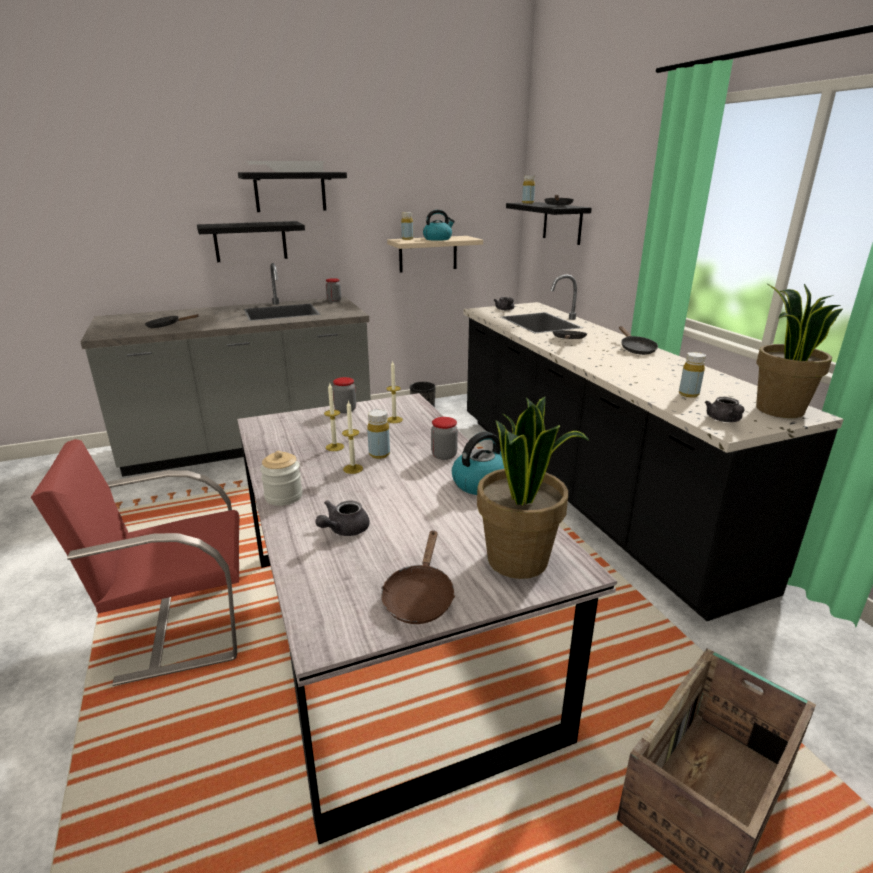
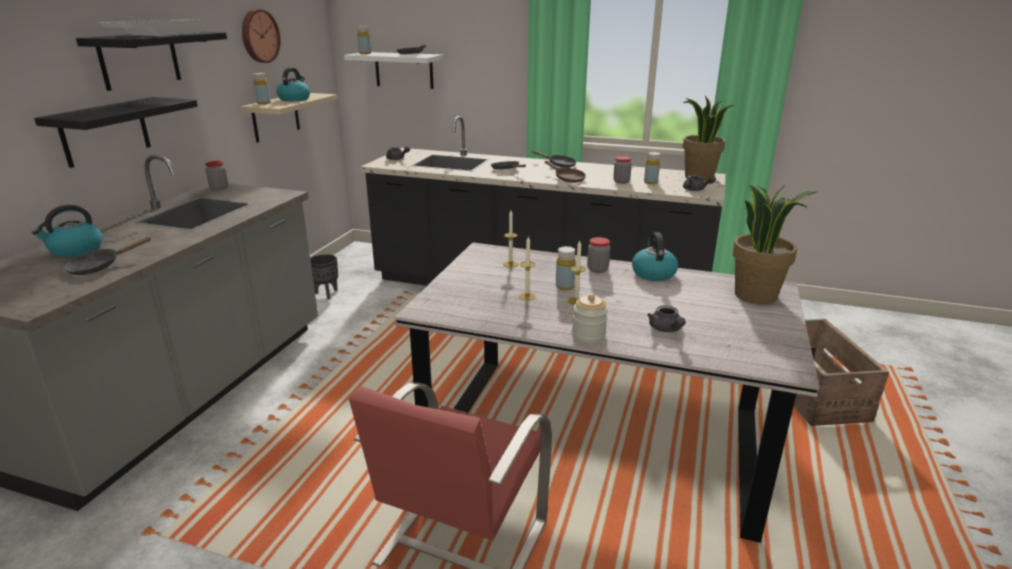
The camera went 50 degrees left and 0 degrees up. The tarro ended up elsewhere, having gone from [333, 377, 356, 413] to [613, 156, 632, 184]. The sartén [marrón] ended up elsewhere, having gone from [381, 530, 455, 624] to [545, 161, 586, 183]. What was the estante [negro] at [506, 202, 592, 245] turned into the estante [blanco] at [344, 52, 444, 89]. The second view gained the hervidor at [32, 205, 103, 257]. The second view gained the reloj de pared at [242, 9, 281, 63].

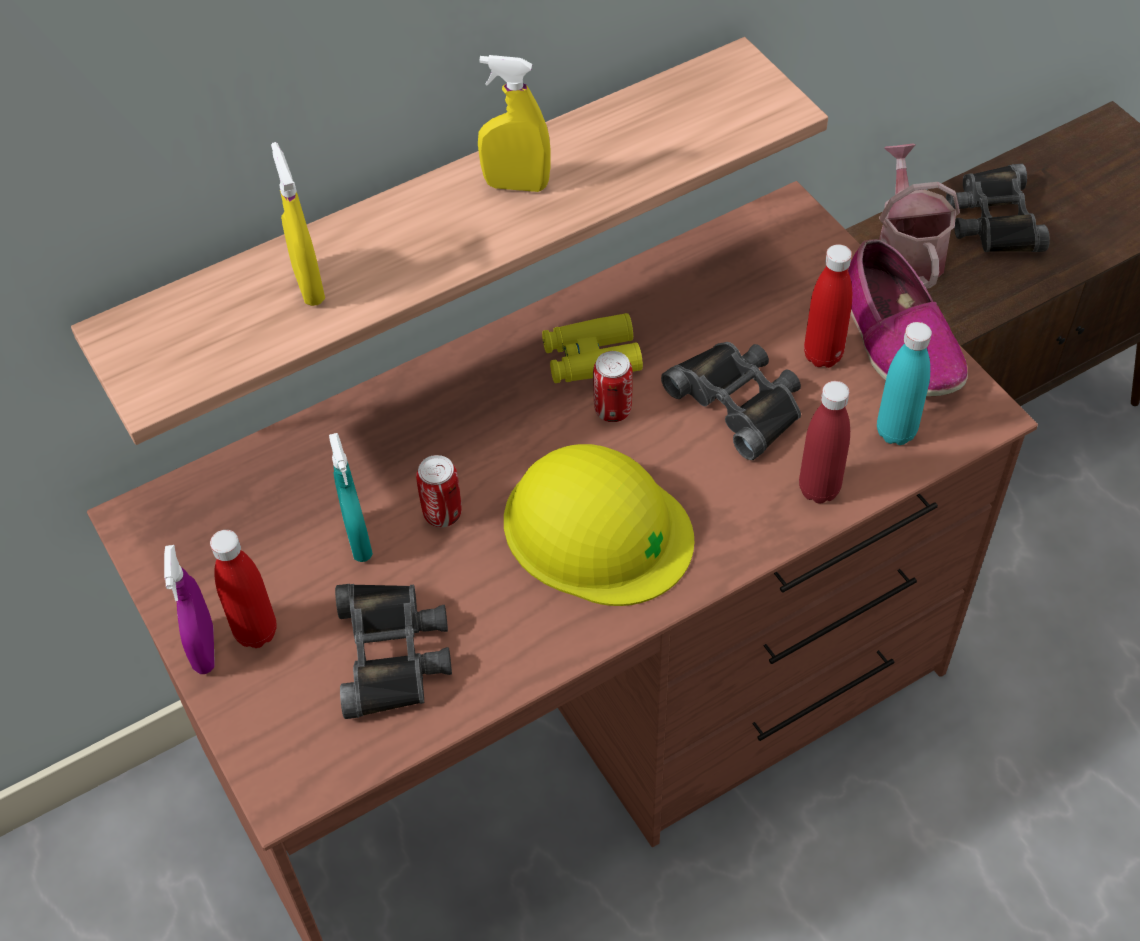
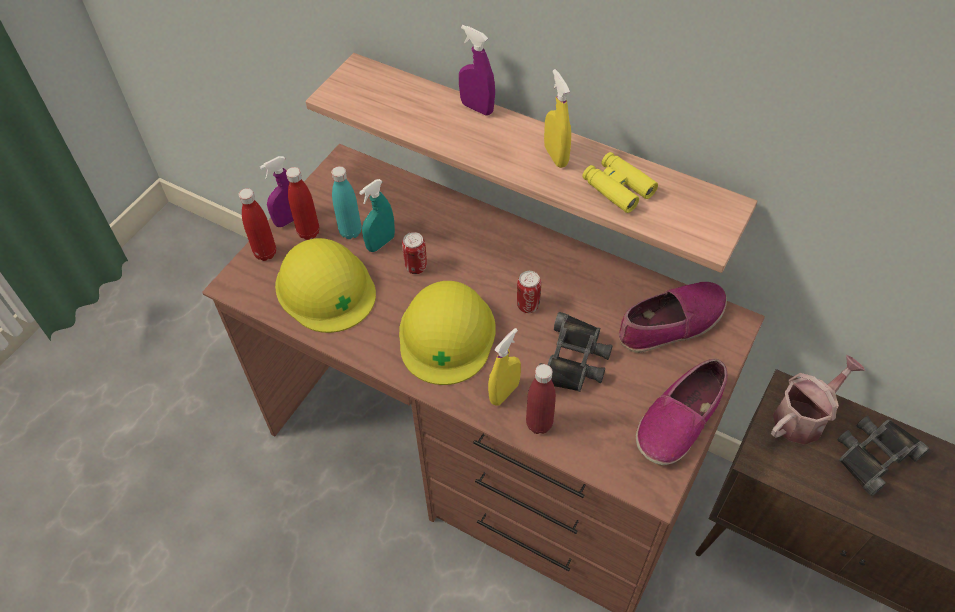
The camera went 60 degrees right and 0 degrees up. The pulverizador [amarillo] ended up elsewhere, having gone from [271, 142, 325, 306] to [488, 328, 521, 405]. Where the prismáticos [negro] stood at [335, 584, 452, 719], the casco [amarillo] came to stand at [275, 238, 376, 333]. The prismáticos [amarillo] ended up elsewhere, having gone from [542, 313, 643, 383] to [582, 152, 658, 213]. The botella [rojo] ended up elsewhere, having gone from [804, 244, 852, 368] to [239, 188, 276, 261]. The botella [turquesa] ended up elsewhere, having gone from [877, 322, 932, 445] to [331, 166, 362, 239]. The second view gained the pulverizador [morado] at [459, 25, 495, 115]. The second view gained the zapato at [619, 282, 727, 353].

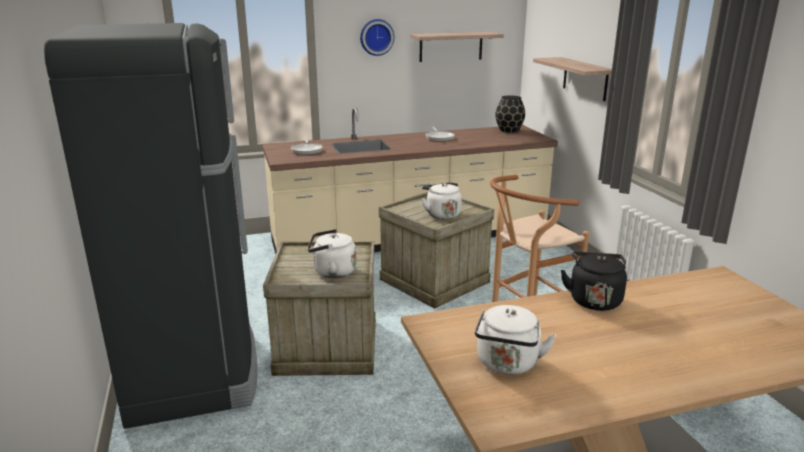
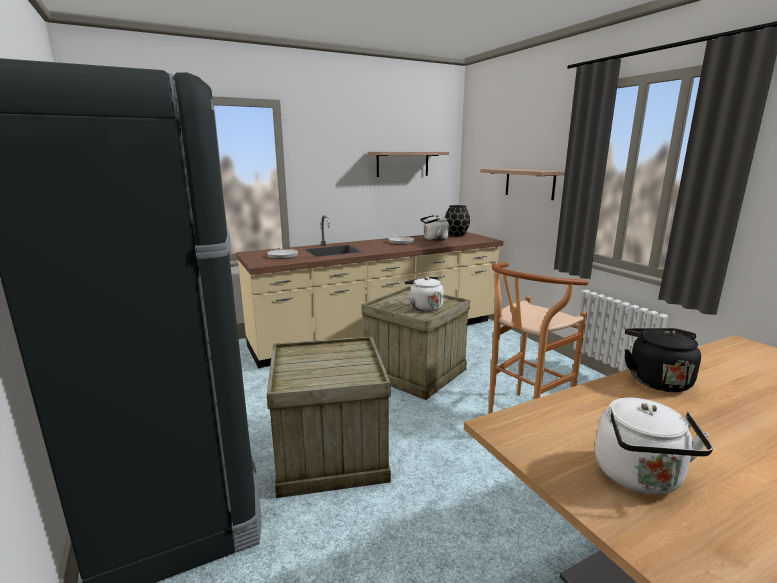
The camera went 10 degrees left and 5 degrees down. The hervidor [blanco] ended up elsewhere, having gone from [308, 229, 356, 278] to [421, 215, 449, 241]. The second view lost the reloj de pared at [360, 19, 394, 56].

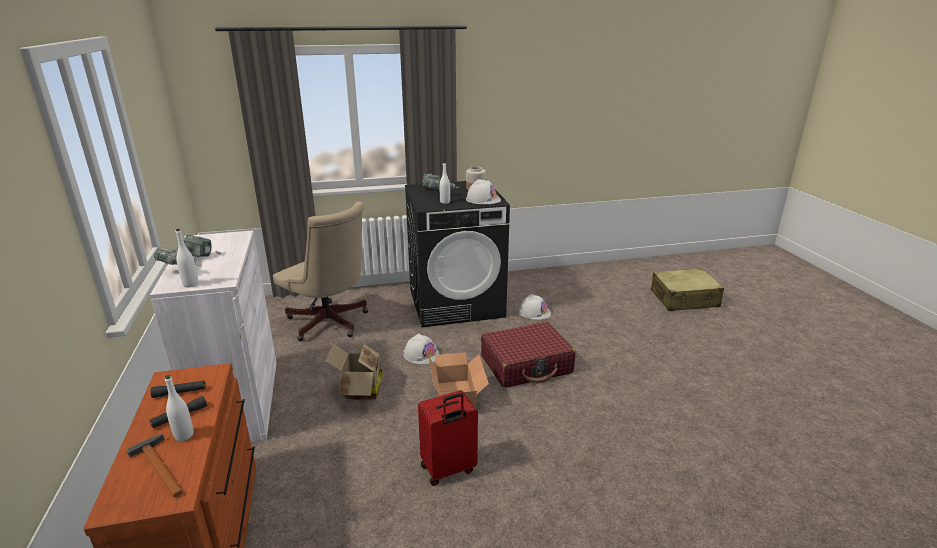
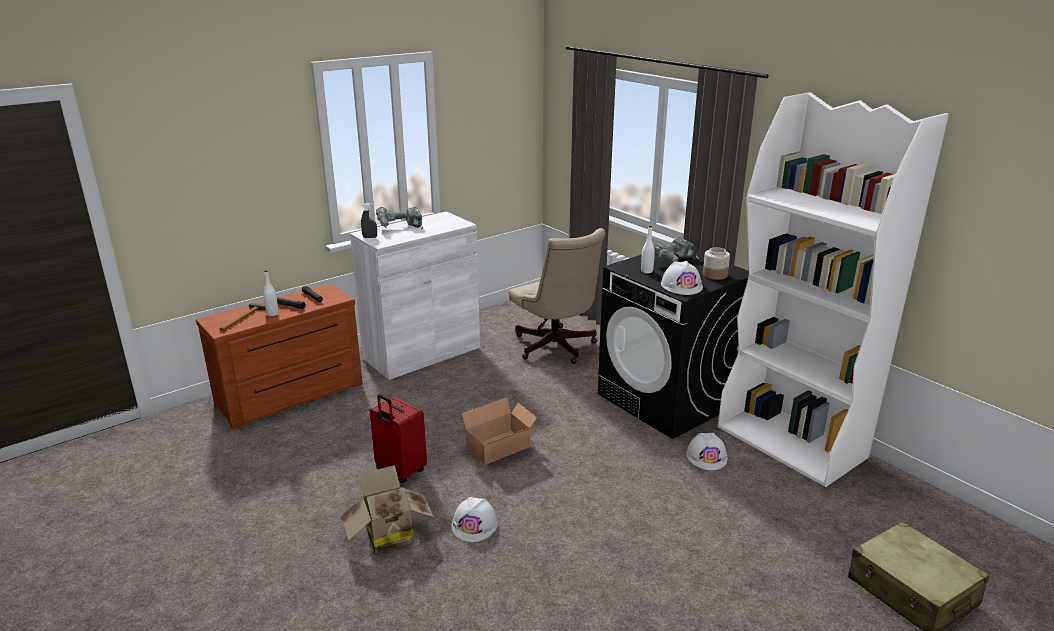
The camera went 65 degrees right and 0 degrees up. Where the botella [blanco] stood at [176, 229, 199, 288], the pulverizador [gris] came to stand at [361, 203, 377, 238]. The silla de oficina [beis] at [273, 201, 368, 341] ended up facing another way, 45 degrees counterclockwise from before. The caja de cartón ended up elsewhere, having gone from [325, 344, 383, 400] to [341, 465, 434, 553]. The casco [blanco] ended up elsewhere, having gone from [404, 334, 439, 364] to [451, 497, 498, 542]. The second view lost the maleta [rojo] at [481, 322, 575, 388]. The second view gained the estantería [blanco] at [718, 92, 949, 487].

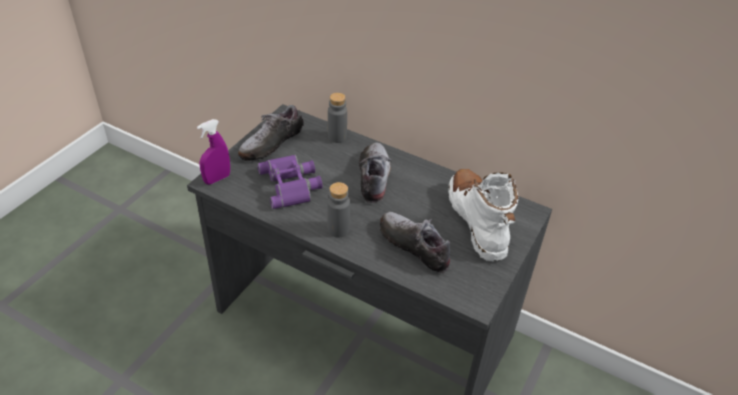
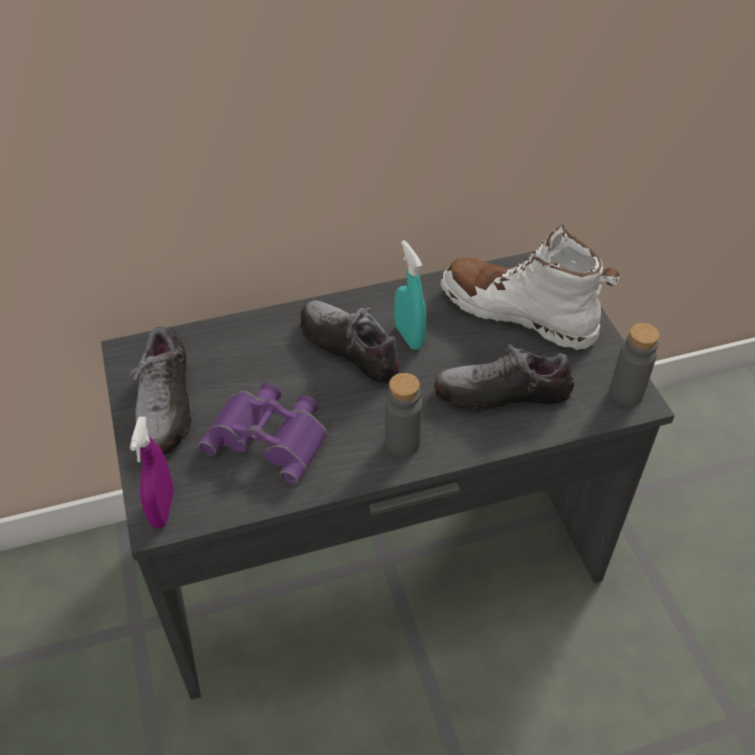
The camera went 45 degrees left and 5 degrees up. The botella [gris] ended up elsewhere, having gone from [328, 93, 347, 143] to [609, 323, 660, 406]. The second view gained the pulverizador [turquesa] at [395, 240, 426, 350].

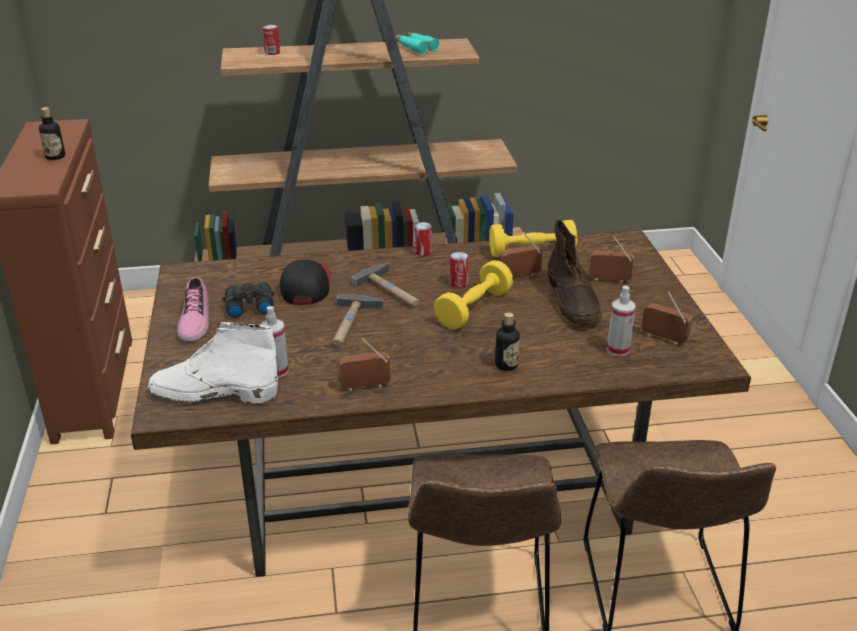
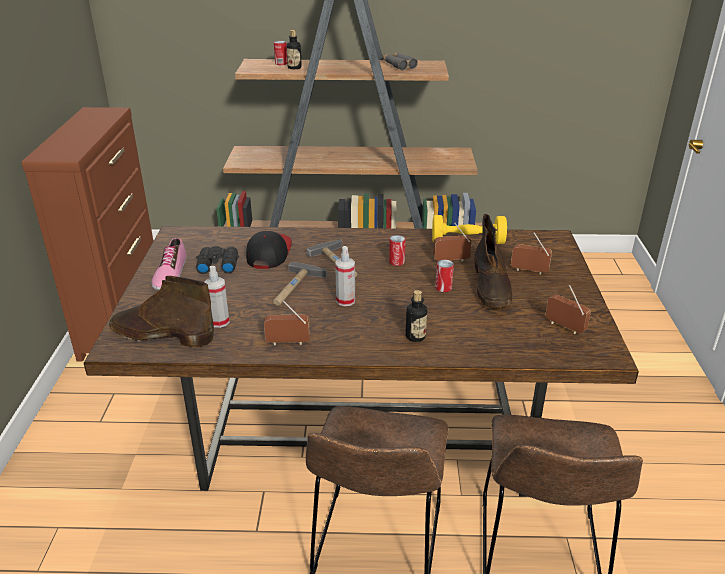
The camera went 10 degrees right and 0 degrees up. The botella ended up elsewhere, having gone from [39, 107, 65, 160] to [286, 30, 302, 69]. What was the bota [blanco] at [148, 322, 278, 403] turned into the bota [marrón] at [109, 276, 214, 347]. What was the prismáticos [turquesa] at [395, 32, 440, 54] turned into the prismáticos [gris] at [382, 53, 418, 71]. The lata ended up elsewhere, having gone from [414, 222, 432, 256] to [435, 259, 454, 292]. The second view lost the mancuerna [amarillo] at [434, 260, 513, 329]. The pulverizador ended up elsewhere, having gone from [607, 285, 636, 357] to [335, 246, 355, 306].

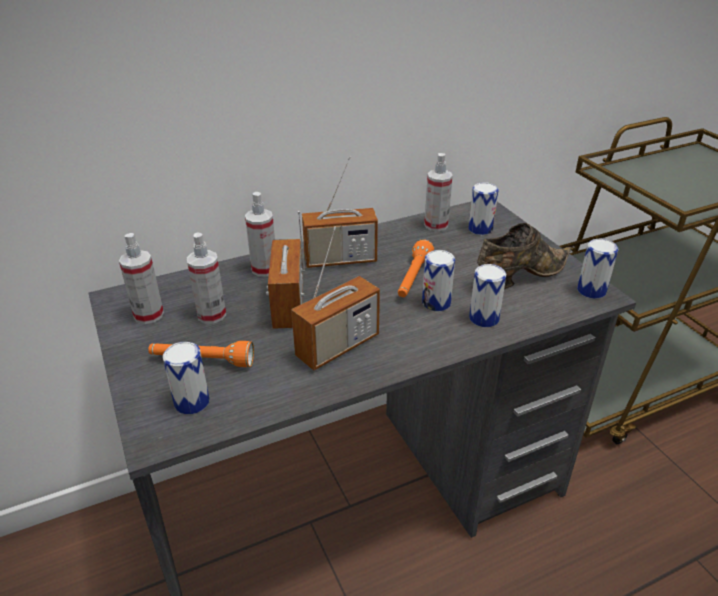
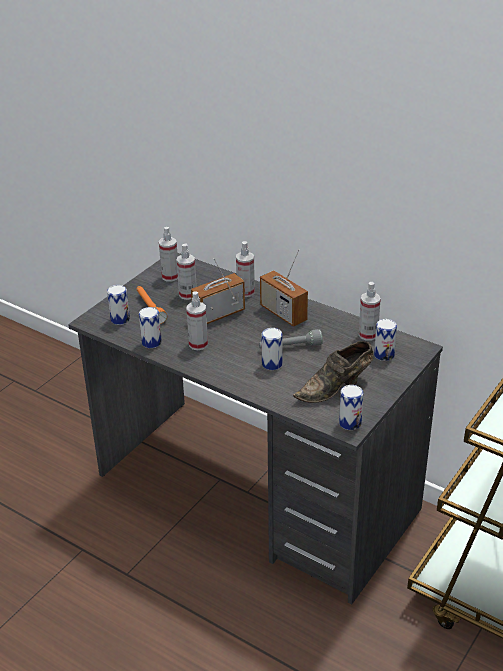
The camera went 60 degrees right and 0 degrees up. Where the radio stood at [291, 226, 380, 370], the pulverizador came to stand at [187, 291, 208, 350]. What was the linterna [naranja] at [398, 239, 434, 297] turned into the linterna [gris] at [259, 329, 323, 349]. The lata ended up elsewhere, having gone from [469, 264, 506, 327] to [139, 307, 162, 348]. The zapato [marrón] at [477, 223, 572, 289] ended up facing another way, 120 degrees clockwise from before.

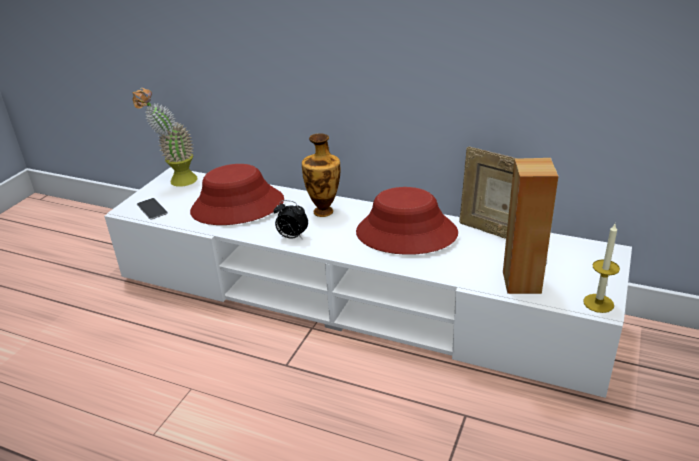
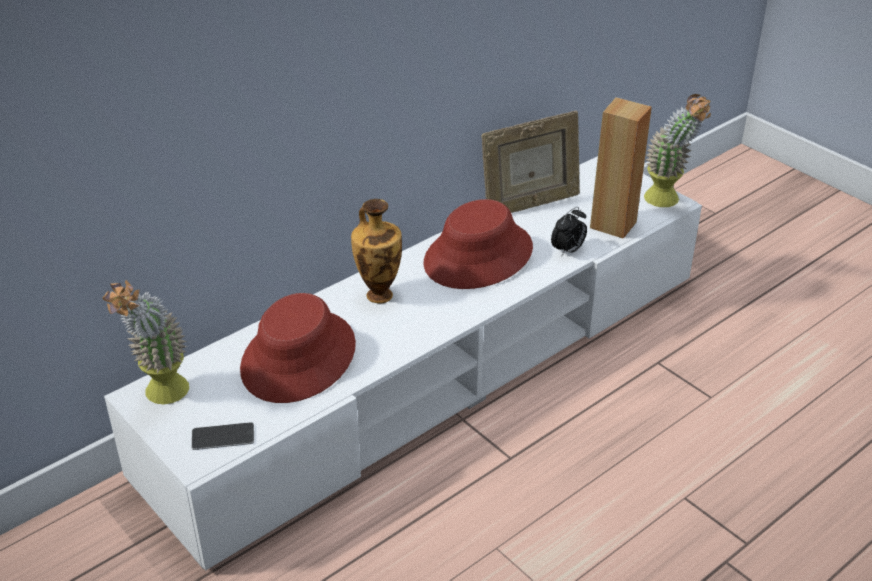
The camera went 65 degrees left and 5 degrees up. The despertador ended up elsewhere, having gone from [274, 200, 308, 239] to [551, 207, 587, 257]. Where the vela stood at [583, 224, 620, 313], the planta en maceta came to stand at [644, 94, 711, 207].

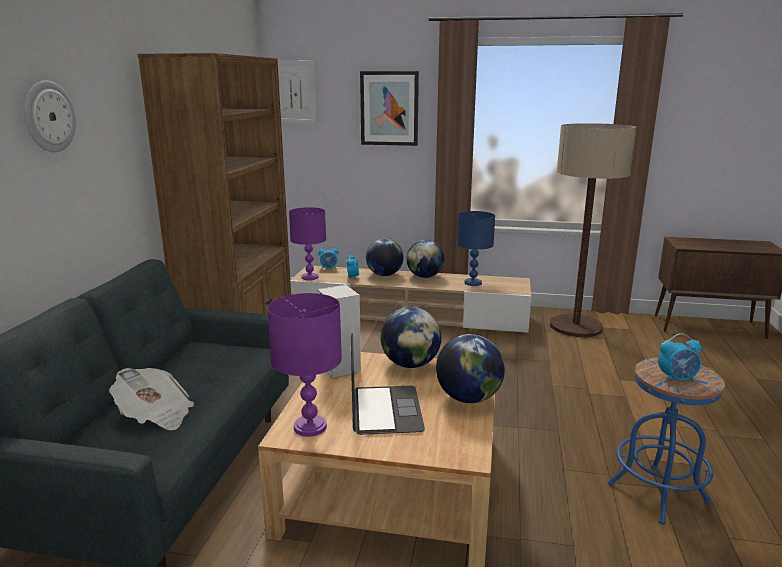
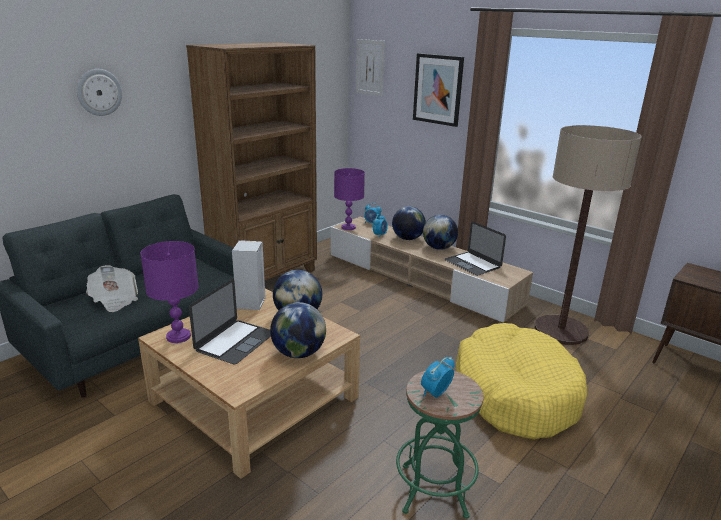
The camera went 30 degrees right and 5 degrees up. Where the lámpara de mesa [azul] stood at [457, 211, 495, 286], the portátil came to stand at [445, 221, 506, 276]. What was the taburete [azul] at [608, 358, 725, 525] turned into the taburete [verde] at [396, 371, 484, 519]. The despertador at [658, 333, 701, 383] ended up facing another way, 105 degrees clockwise from before. The second view gained the cama para perro [amarillo] at [456, 323, 588, 440].

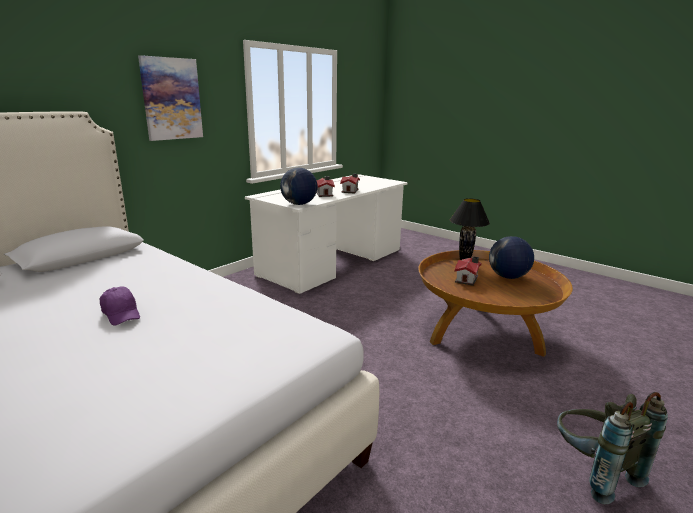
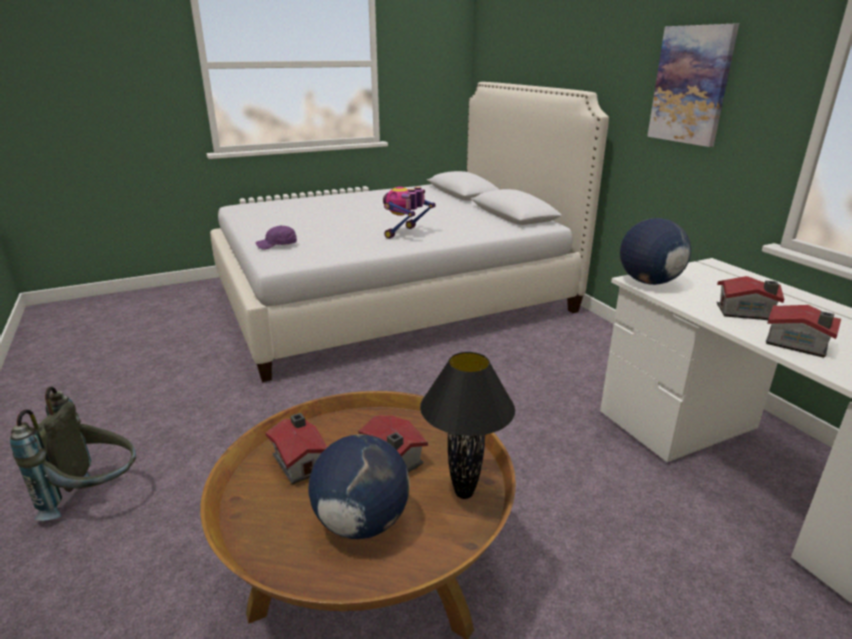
The camera went 115 degrees right and 5 degrees up. The gorra [morado] ended up elsewhere, having gone from [100, 286, 140, 326] to [255, 225, 297, 250]. The second view gained the casita at [266, 413, 327, 485]. The second view gained the robot de juguete at [383, 187, 436, 239].

